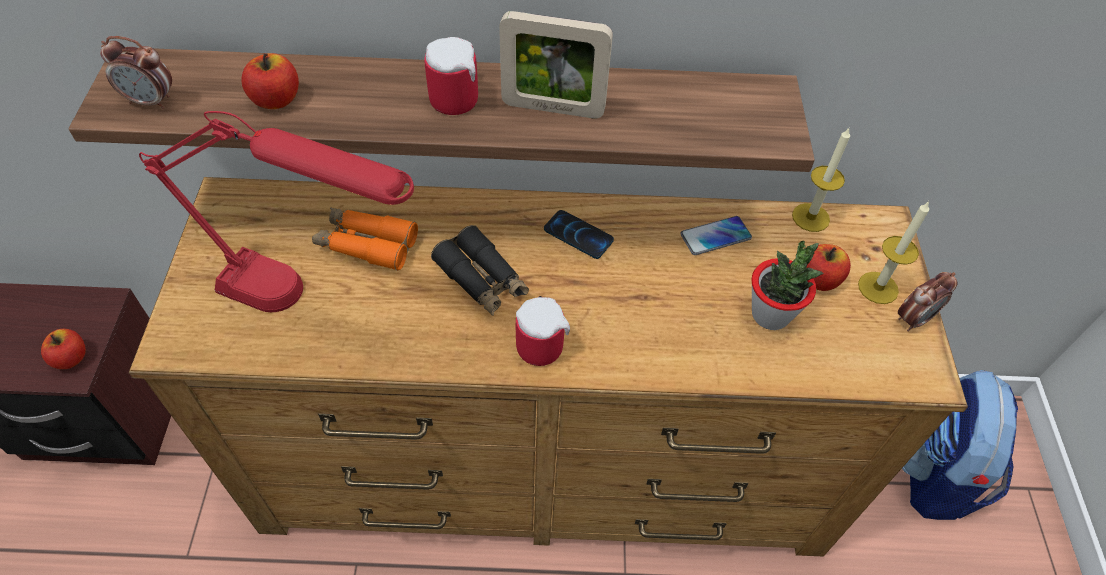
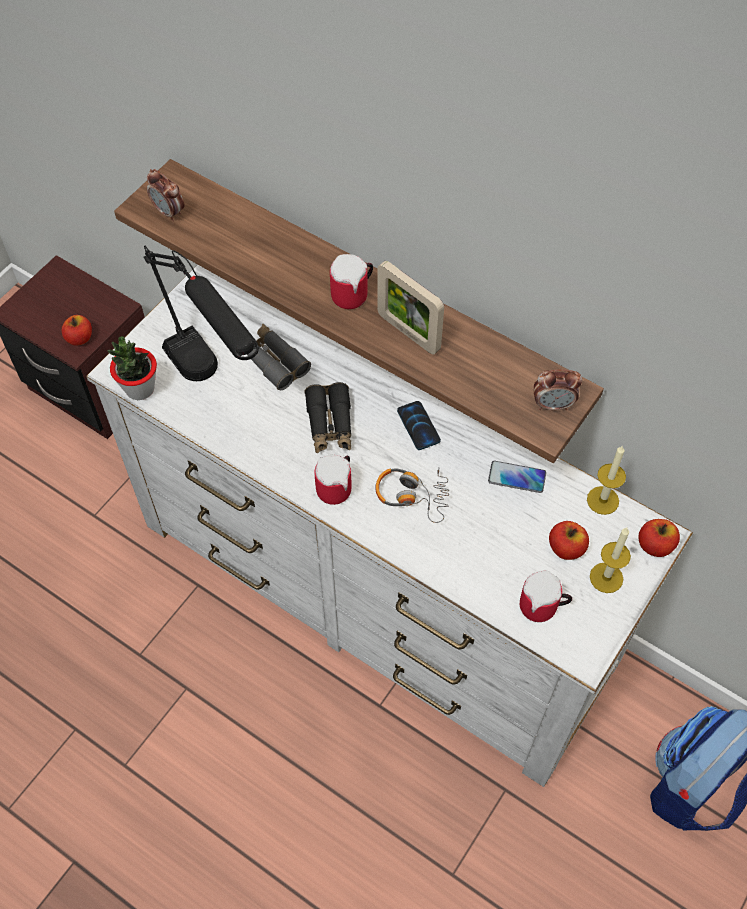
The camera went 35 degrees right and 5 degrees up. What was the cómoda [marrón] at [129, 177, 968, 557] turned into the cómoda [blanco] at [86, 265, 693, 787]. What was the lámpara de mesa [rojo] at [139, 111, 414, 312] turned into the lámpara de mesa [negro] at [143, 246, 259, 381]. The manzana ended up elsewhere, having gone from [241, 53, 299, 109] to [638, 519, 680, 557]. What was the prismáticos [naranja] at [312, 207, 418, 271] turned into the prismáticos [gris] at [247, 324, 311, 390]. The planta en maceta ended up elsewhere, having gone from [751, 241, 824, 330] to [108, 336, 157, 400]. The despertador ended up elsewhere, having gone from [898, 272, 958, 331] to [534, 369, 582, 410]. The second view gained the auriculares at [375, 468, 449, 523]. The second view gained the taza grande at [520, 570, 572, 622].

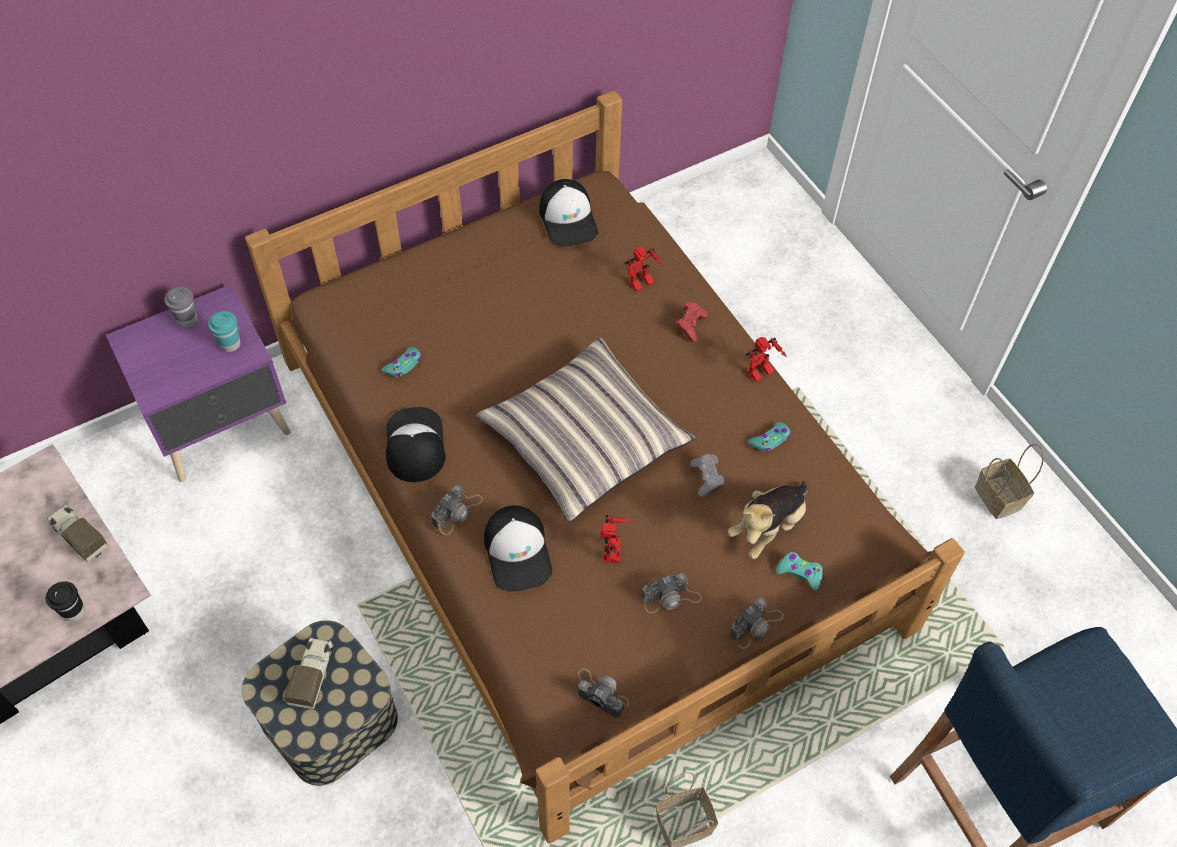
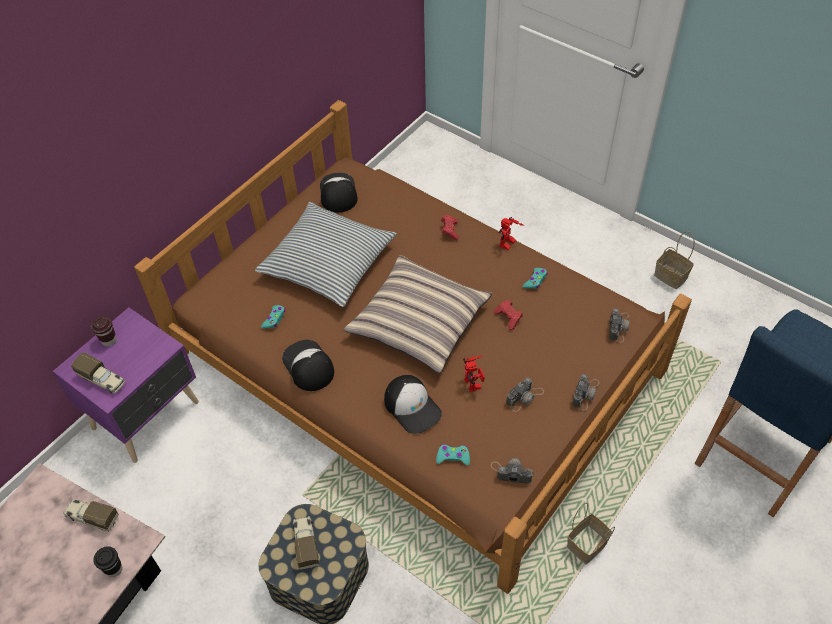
The camera went 20 degrees left and 5 degrees down. What was the taza [gris] at [164, 287, 198, 327] turned into the taza [marrón] at [91, 316, 116, 346]. The second view lost the taza [turquesa] at [208, 311, 241, 352]. The cámara ended up elsewhere, having gone from [431, 485, 483, 535] to [609, 308, 629, 343]. The gorra at [539, 179, 598, 247] ended up facing another way, 150 degrees counterclockwise from before. The second view lost the robot de juguete at [625, 247, 664, 292]. What was the mando de consola [gris] at [690, 454, 725, 498] turned into the mando de consola [rojo] at [494, 300, 523, 330]. The second view lost the peluche at [728, 481, 808, 559]. The mando de consola [turquesa] ended up elsewhere, having gone from [776, 551, 823, 591] to [436, 444, 470, 465]. The second view gained the camión de juguete at [71, 352, 125, 394]. The second view gained the cojín at [255, 202, 397, 307].

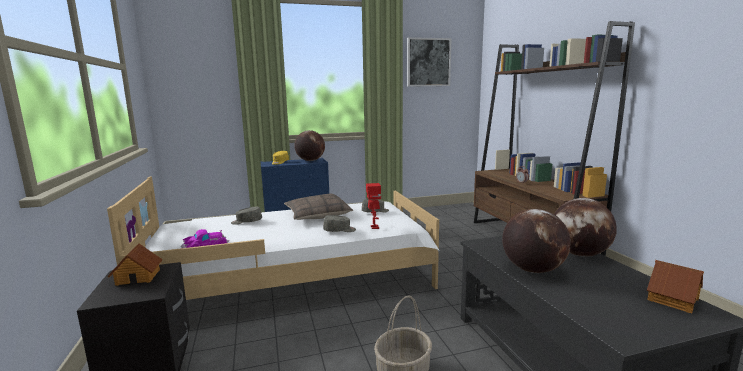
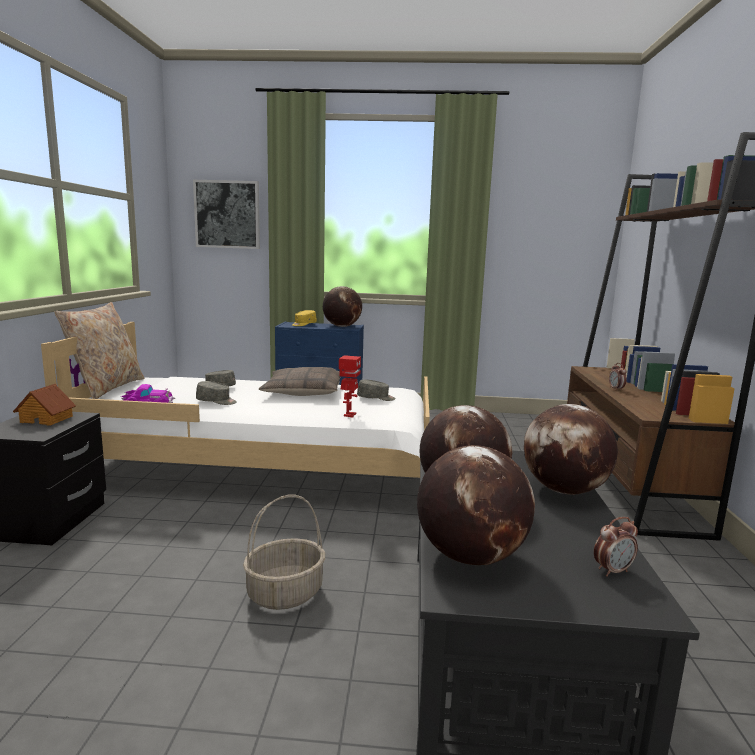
The camera went 20 degrees right and 0 degrees up. The gorra [gris] ended up elsewhere, having gone from [323, 215, 356, 232] to [196, 381, 237, 405]. The cuadro ended up elsewhere, having gone from [407, 37, 451, 87] to [193, 180, 260, 249]. Where the casita stood at [647, 260, 704, 313], the despertador came to stand at [594, 517, 638, 577]. The second view gained the cojín [beis] at [54, 302, 145, 399]. The second view gained the globo terráqueo at [417, 445, 535, 565].

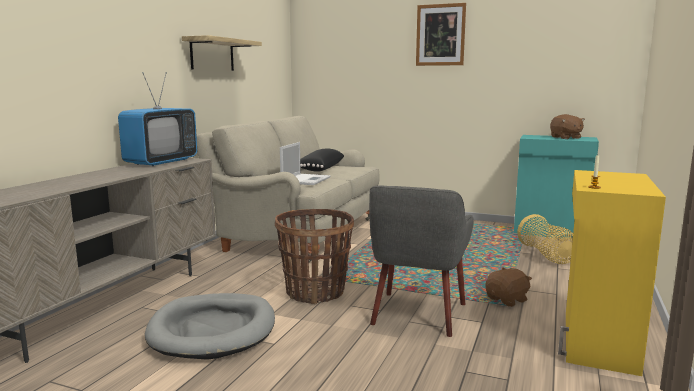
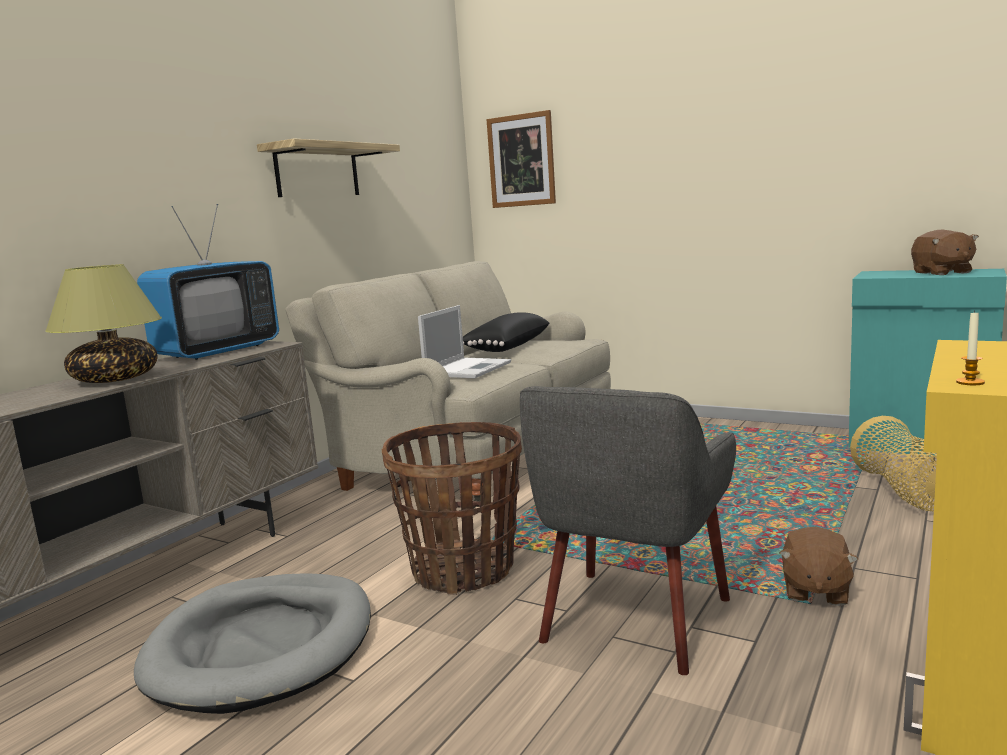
The camera went 10 degrees right and 0 degrees up. The cuadro ended up elsewhere, having gone from [416, 3, 466, 66] to [486, 110, 556, 208]. The peluche [marrón] at [486, 267, 532, 307] ended up facing another way, 135 degrees clockwise from before. The second view gained the lámpara de mesa at [45, 264, 162, 383].

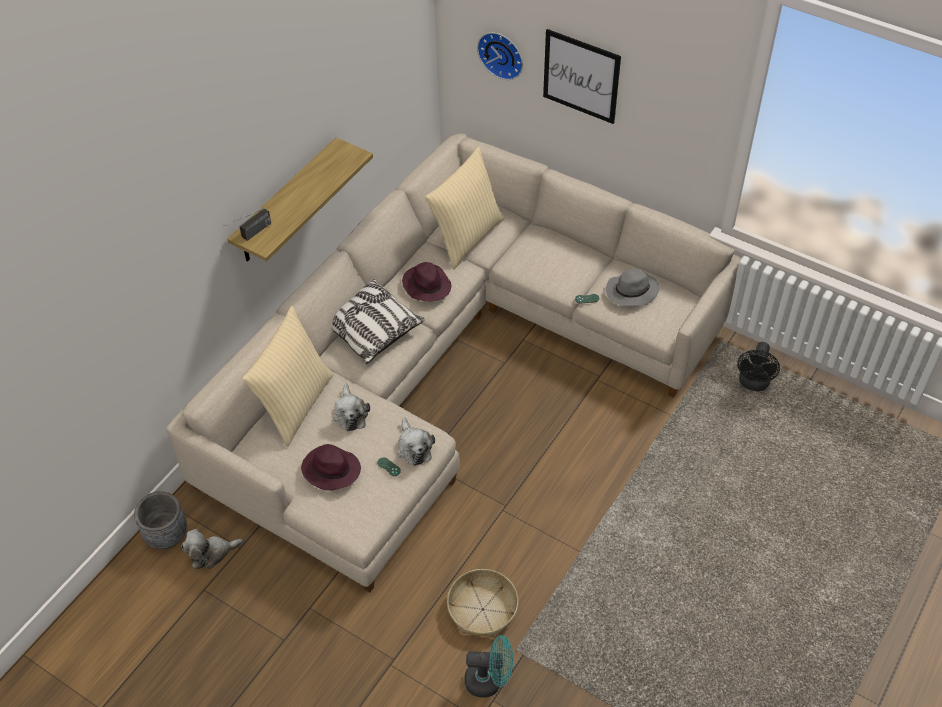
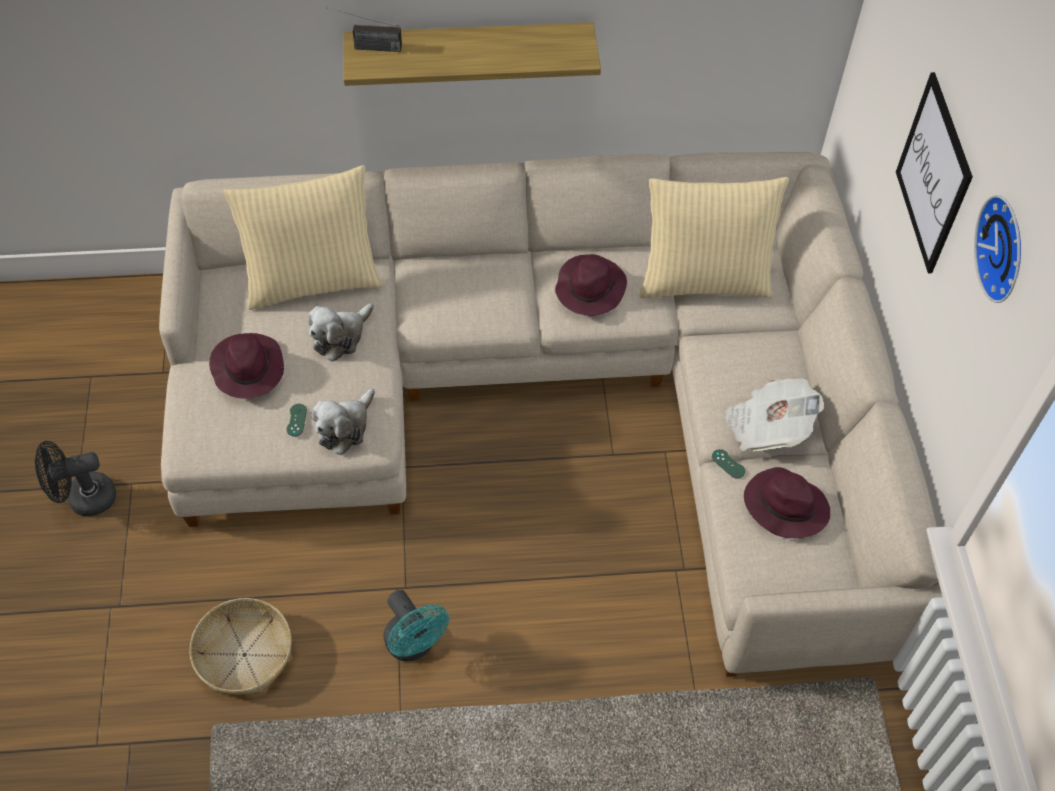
The camera went 50 degrees right and 5 degrees up. The second view lost the maceta [gris] at [134, 491, 187, 549]. The second view lost the peluche at [181, 529, 243, 569]. The second view lost the cojín at [332, 279, 425, 364]. The ventilador [turquesa] ended up elsewhere, having gone from [464, 635, 513, 698] to [383, 590, 449, 661]. The reloj de pared ended up elsewhere, having gone from [477, 32, 523, 80] to [974, 195, 1021, 303]. What was the sombrero [gris] at [606, 268, 659, 306] turned into the sombrero [morado] at [744, 467, 830, 538]. The ventilador [negro] ended up elsewhere, having gone from [737, 342, 780, 391] to [35, 441, 116, 516]. The second view gained the periódico at [724, 378, 824, 451].

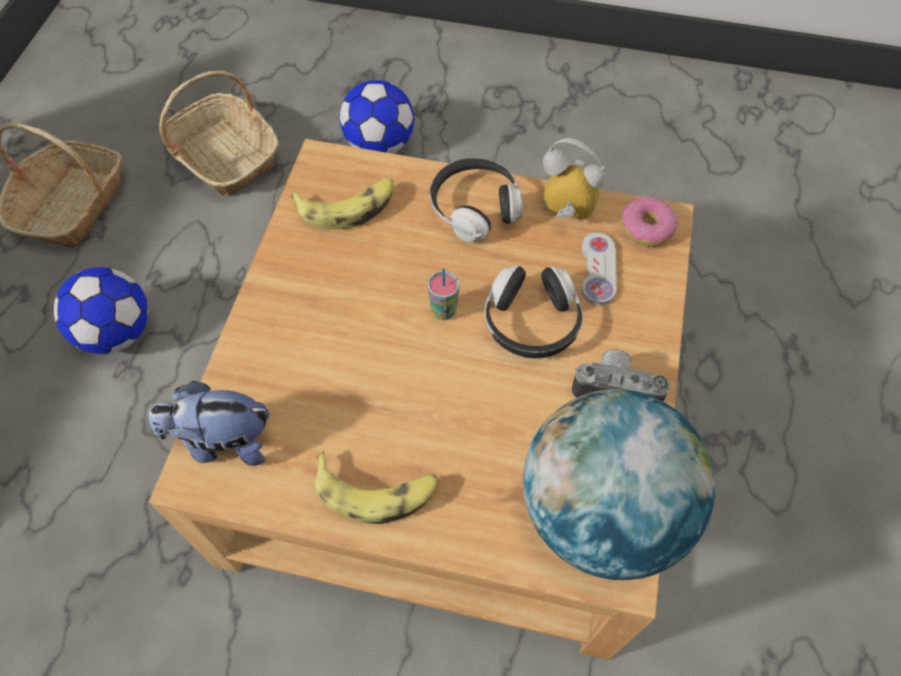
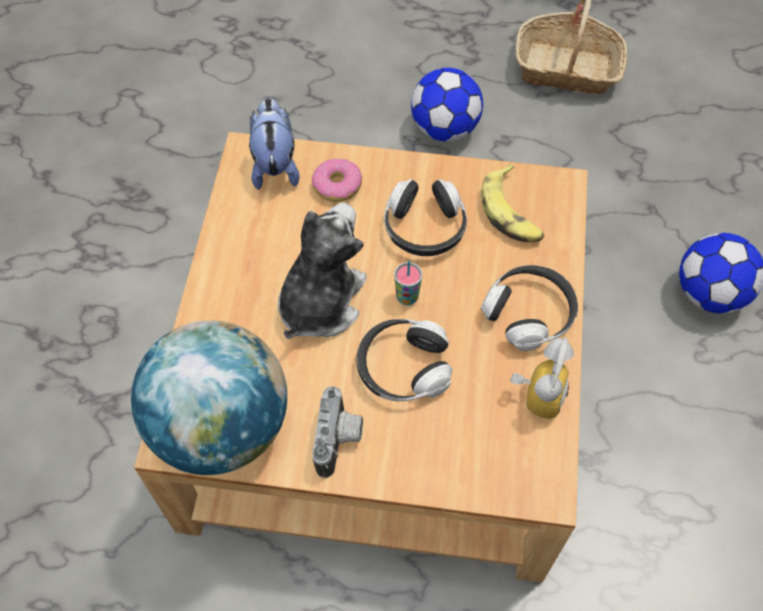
The camera went 85 degrees right and 0 degrees up. The second view lost the cesta at [159, 70, 279, 196]. The second view lost the plátano at [315, 451, 439, 524]. The second view lost the mando de consola [blanco] at [581, 232, 617, 305]. The rosquilla ended up elsewhere, having gone from [622, 196, 678, 247] to [312, 158, 362, 202]. The second view gained the peluche at [278, 203, 367, 339]. The second view gained the auriculares at [384, 179, 467, 256].

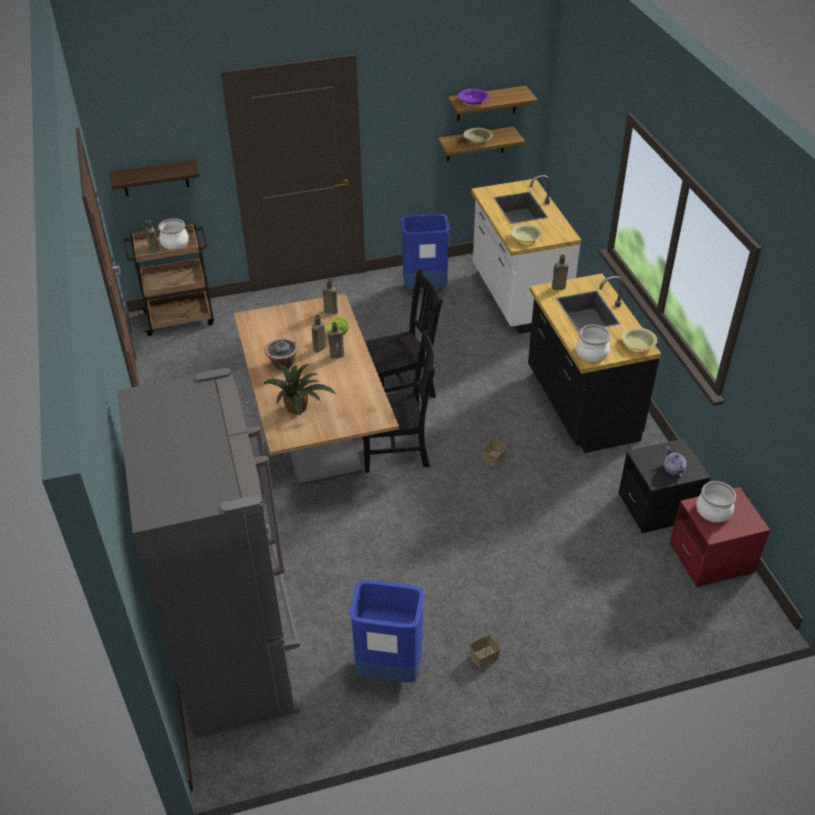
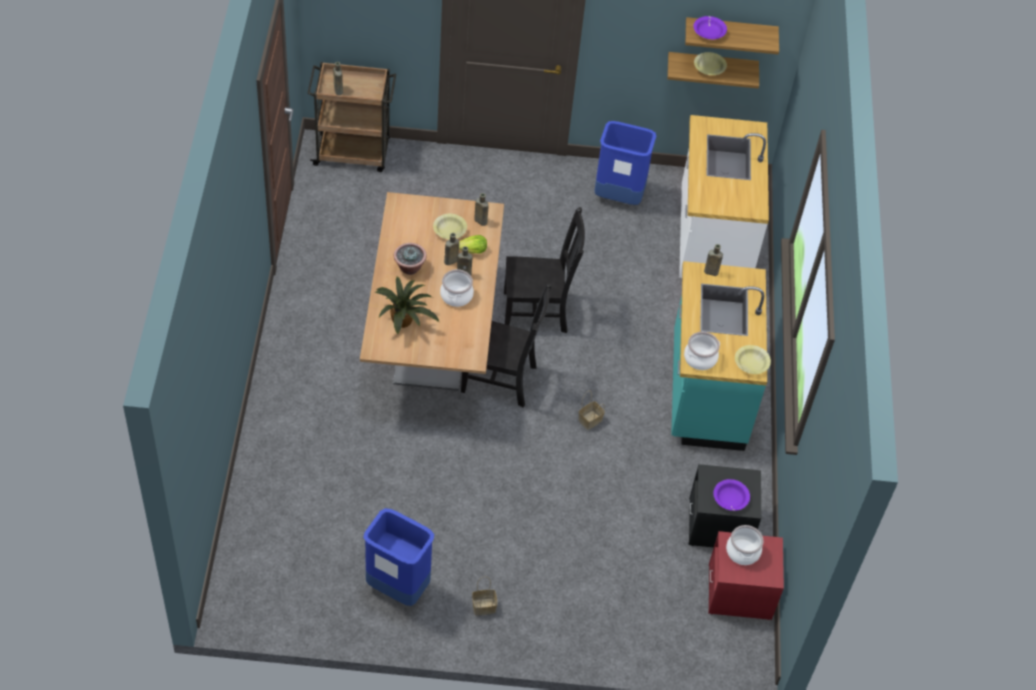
The camera went 15 degrees right and 10 degrees up. The second view lost the estante at [109, 160, 200, 197]. The second view lost the nevera [gris] at [117, 368, 300, 739]. The olla ended up elsewhere, having gone from [158, 218, 189, 249] to [440, 269, 474, 307]. The cuenco [amarillo] ended up elsewhere, having gone from [511, 224, 542, 242] to [433, 214, 467, 239]. What was the mueble bajo de cocina [negro] at [528, 274, 661, 453] turned into the mueble bajo de cocina [turquesa] at [671, 261, 767, 451]. Where the tetera stood at [664, 447, 687, 477], the cuenco [morado] came to stand at [713, 479, 750, 511].

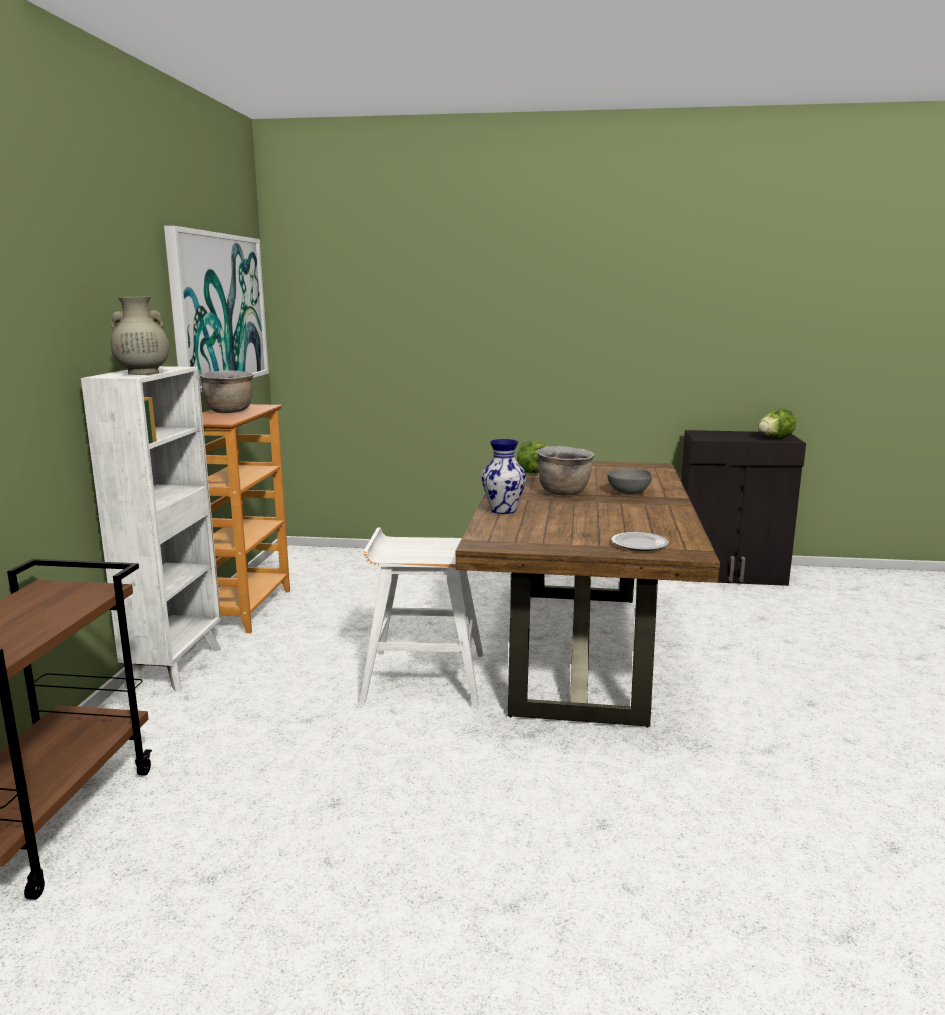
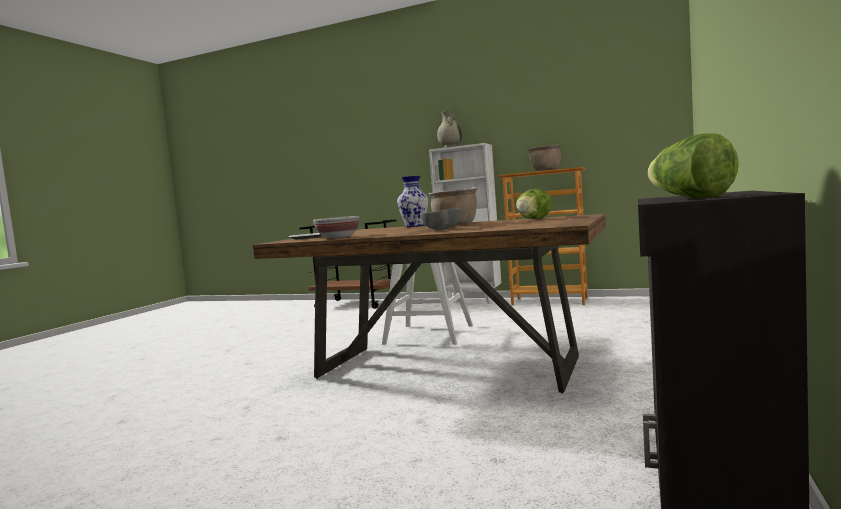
The camera went 105 degrees right and 10 degrees down. The second view lost the cuadro at [164, 226, 269, 392]. The second view gained the cuenco at [313, 216, 359, 238].

